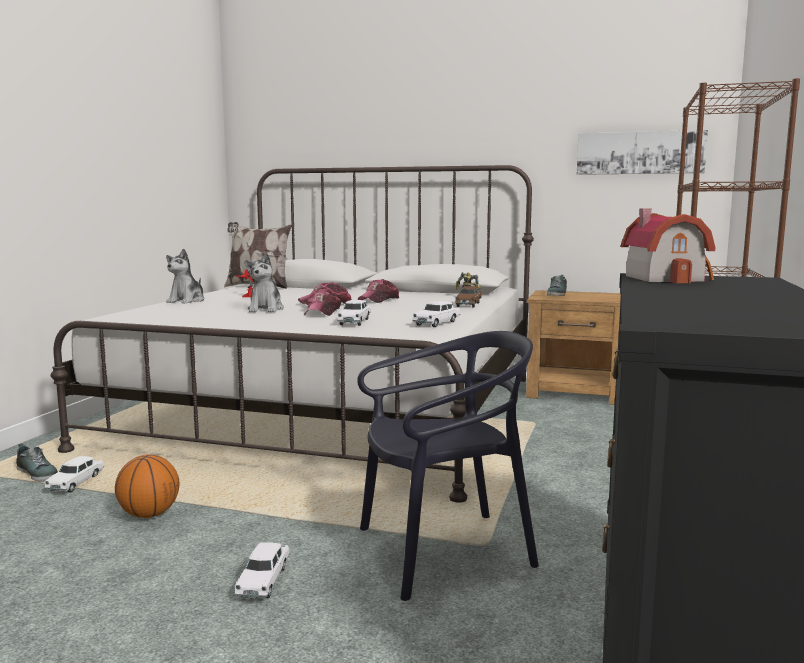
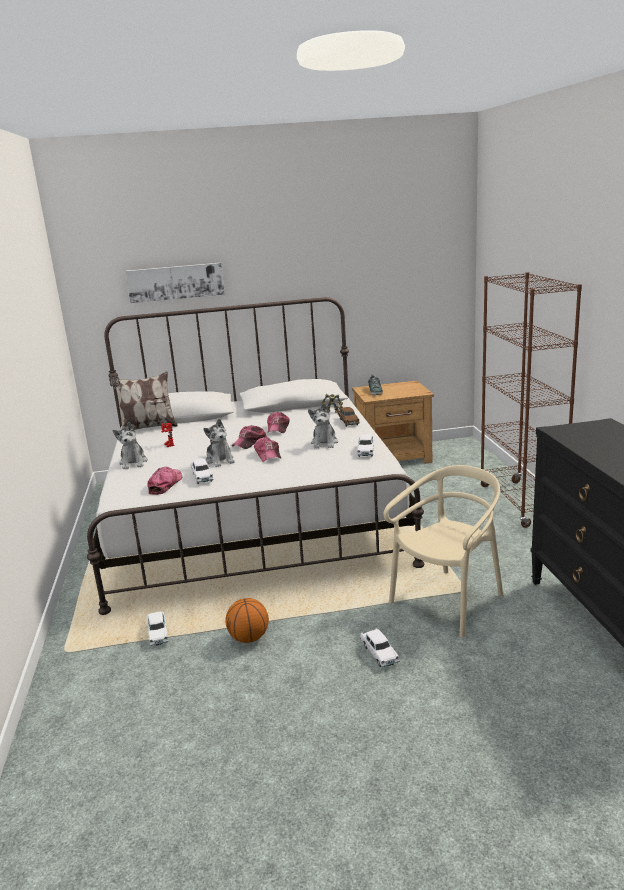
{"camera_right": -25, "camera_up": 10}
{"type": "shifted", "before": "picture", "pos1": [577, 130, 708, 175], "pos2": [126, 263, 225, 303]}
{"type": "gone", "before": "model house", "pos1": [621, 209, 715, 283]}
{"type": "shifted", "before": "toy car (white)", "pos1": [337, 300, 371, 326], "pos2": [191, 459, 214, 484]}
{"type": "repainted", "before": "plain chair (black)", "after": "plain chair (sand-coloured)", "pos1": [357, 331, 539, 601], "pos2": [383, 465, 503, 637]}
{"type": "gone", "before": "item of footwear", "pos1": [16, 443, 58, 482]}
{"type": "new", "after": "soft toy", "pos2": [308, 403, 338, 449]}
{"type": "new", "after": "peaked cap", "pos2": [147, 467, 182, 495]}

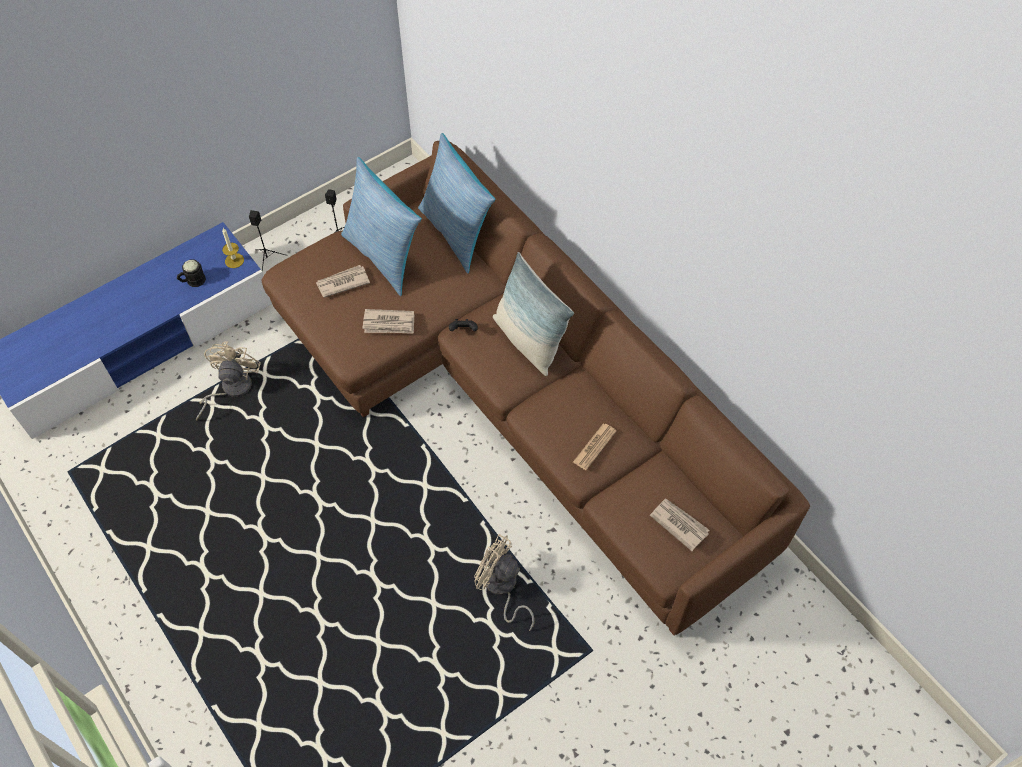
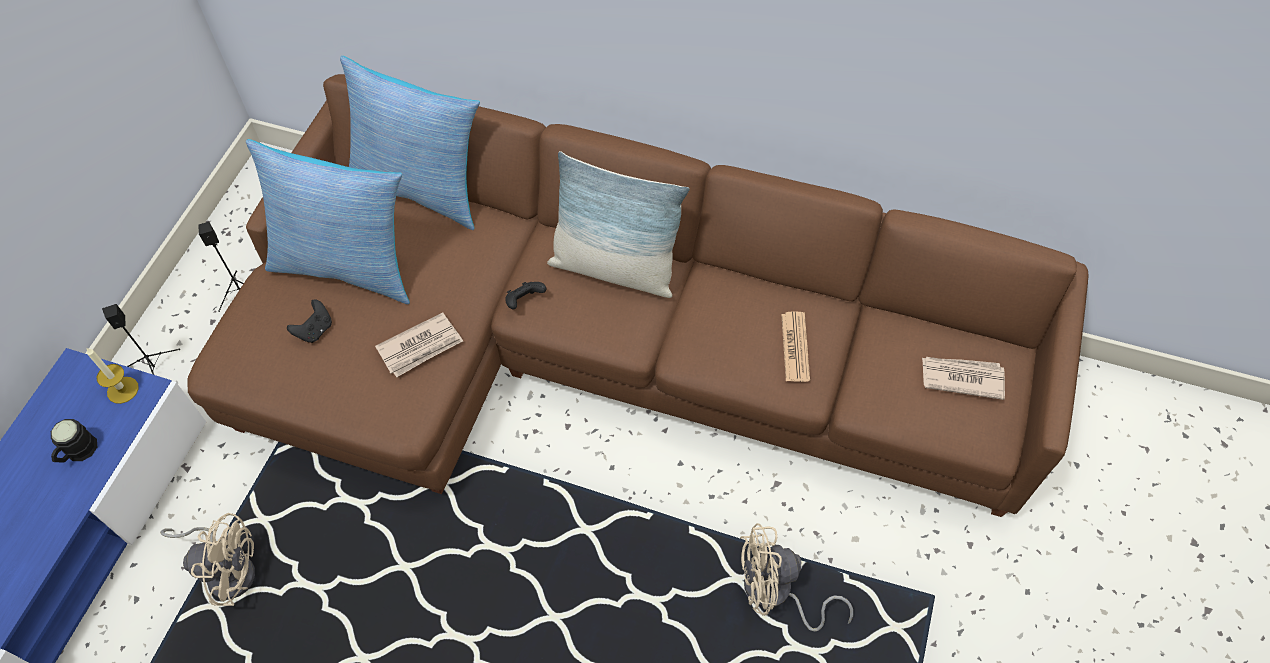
{"camera_right": -35, "camera_up": 0}
{"type": "swapped", "before": "printed paper", "after": "joypad (black)", "pos1": [316, 265, 370, 298], "pos2": [287, 299, 332, 343]}
{"type": "rotated", "before": "cooling fan (sand-coloured)", "pos1": [196, 341, 261, 421], "pos2": [160, 513, 255, 606], "turn": 120}

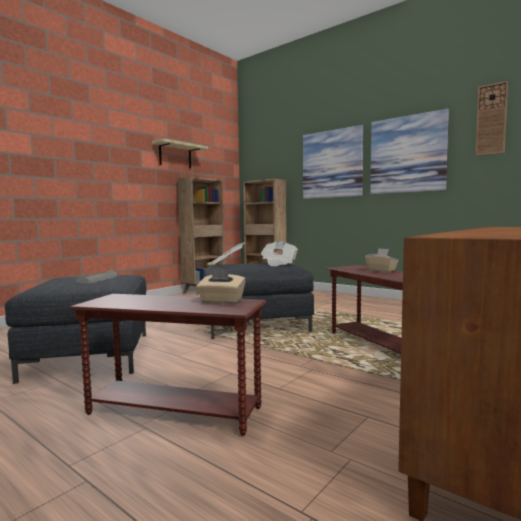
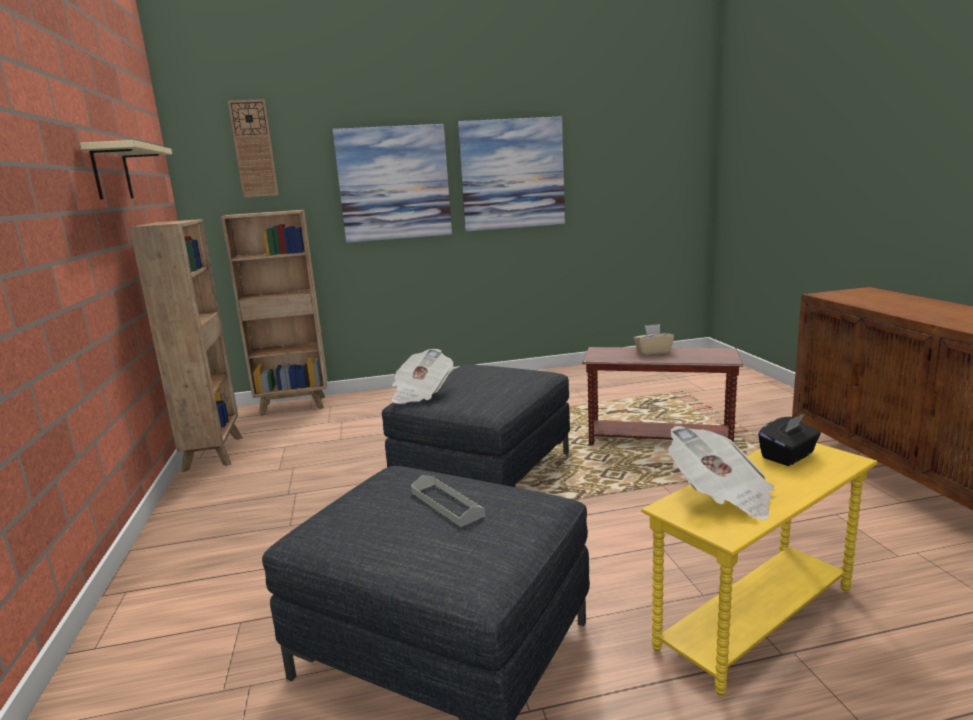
{"camera_right": -50, "camera_up": 10}
{"type": "shifted", "before": "wall clock", "pos1": [475, 81, 508, 156], "pos2": [228, 99, 279, 198]}
{"type": "shifted", "before": "printed paper", "pos1": [261, 241, 298, 266], "pos2": [668, 426, 774, 520]}
{"type": "repainted", "before": "tissue holder (sand-coloured)", "after": "tissue holder (black)", "pos1": [196, 268, 246, 304], "pos2": [758, 414, 821, 466]}
{"type": "repainted", "before": "accent table (brown-coloured)", "after": "accent table (yellowish)", "pos1": [69, 294, 267, 436], "pos2": [641, 443, 878, 696]}

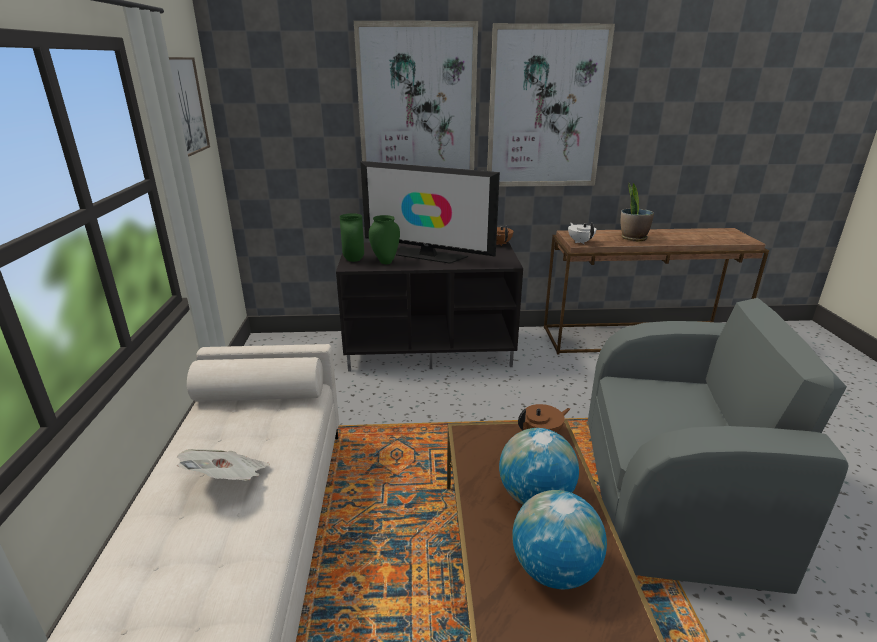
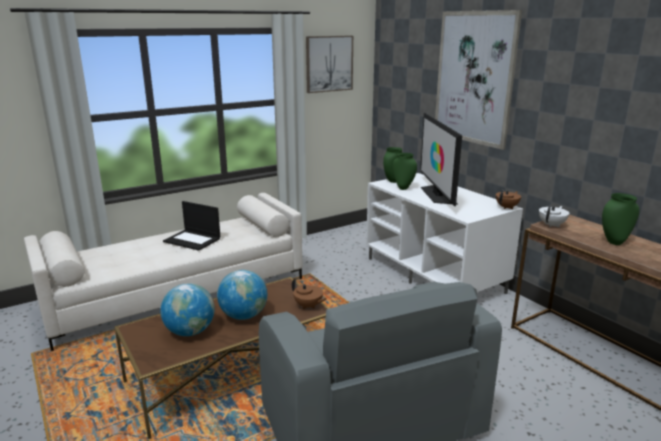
{"camera_right": 60, "camera_up": -5}
{"type": "gone", "before": "picture", "pos1": [487, 23, 615, 187]}
{"type": "swapped", "before": "plant in a pot", "after": "decorative vase (green)", "pos1": [621, 183, 654, 241], "pos2": [602, 193, 640, 245]}
{"type": "repainted", "before": "tv stand (black)", "after": "tv stand (white)", "pos1": [336, 242, 523, 371], "pos2": [366, 173, 523, 294]}
{"type": "swapped", "before": "printed paper", "after": "notebook computer", "pos1": [176, 449, 270, 481], "pos2": [163, 201, 220, 251]}

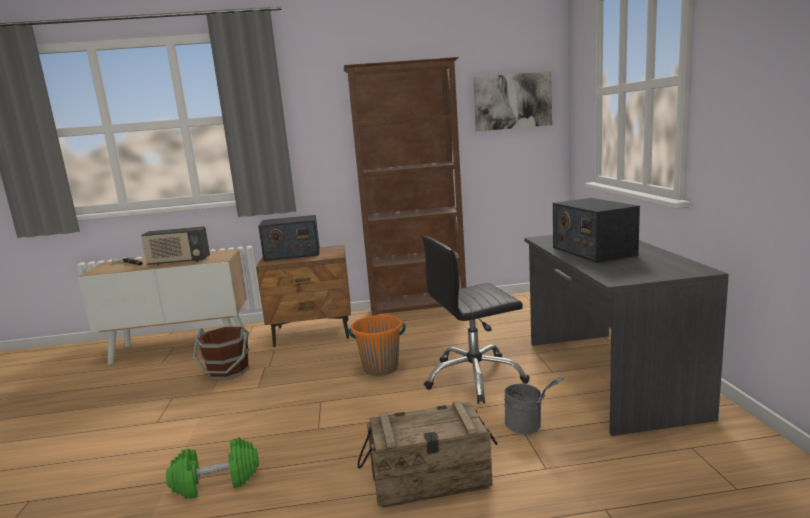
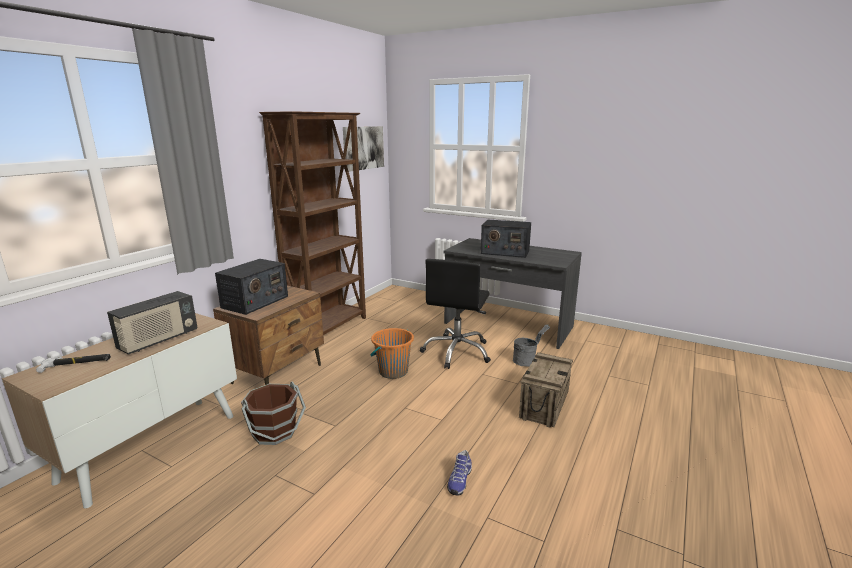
{"camera_right": -55, "camera_up": 5}
{"type": "swapped", "before": "dumbbell (green)", "after": "item of footwear", "pos1": [166, 437, 259, 499], "pos2": [447, 450, 472, 495]}

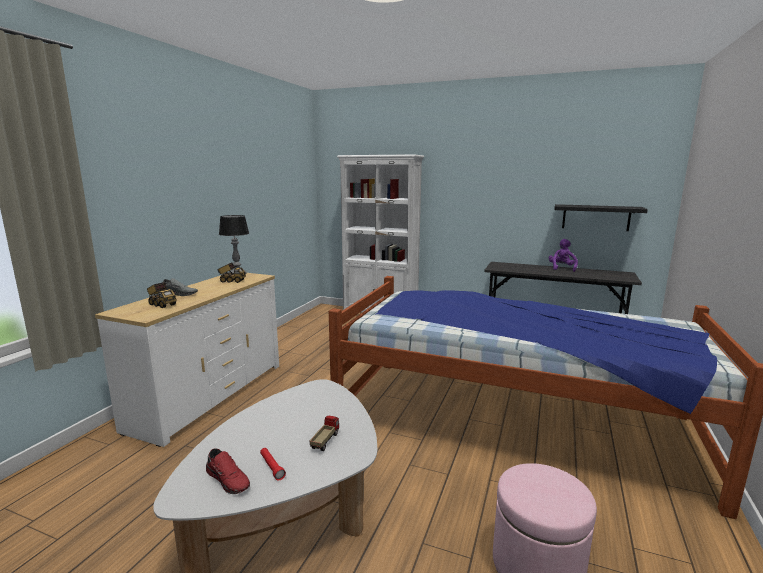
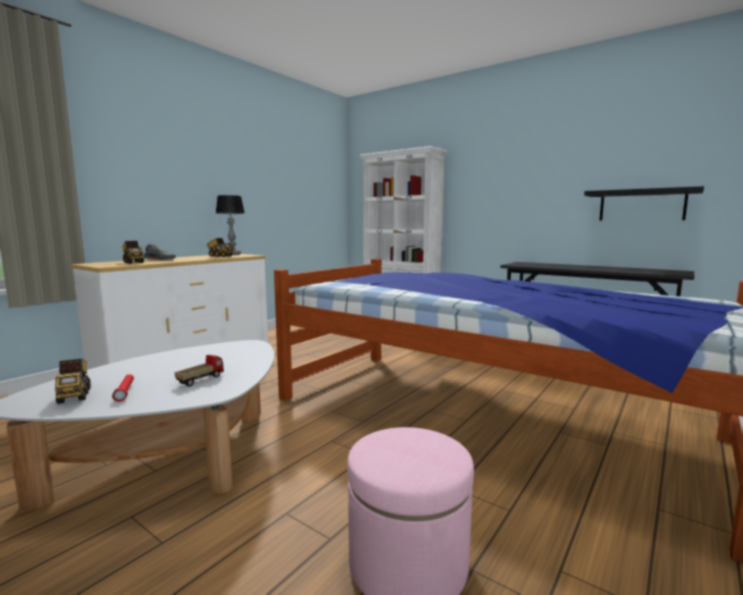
{"camera_right": 15, "camera_up": -5}
{"type": "gone", "before": "soft toy (purple)", "pos1": [549, 239, 578, 272]}
{"type": "swapped", "before": "item of footwear (red)", "after": "toy lorry", "pos1": [206, 448, 250, 494], "pos2": [55, 359, 91, 404]}

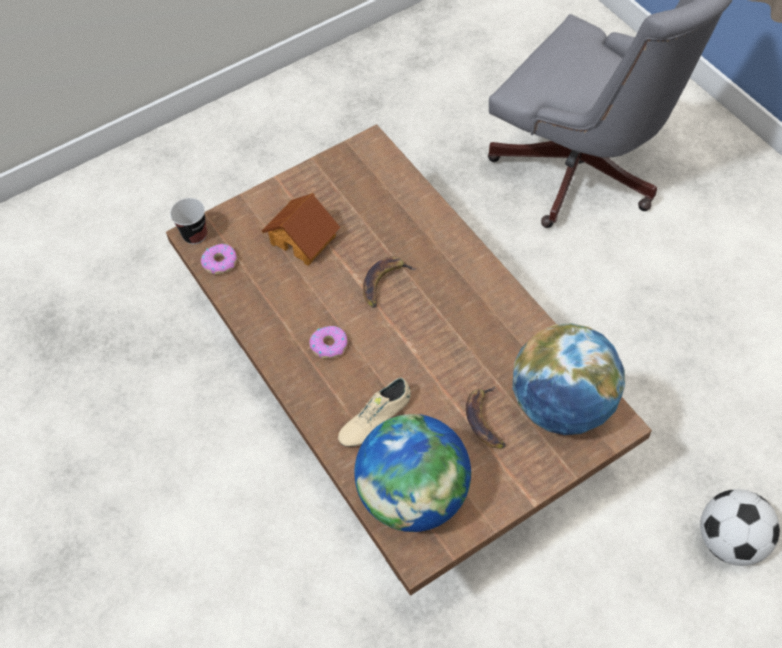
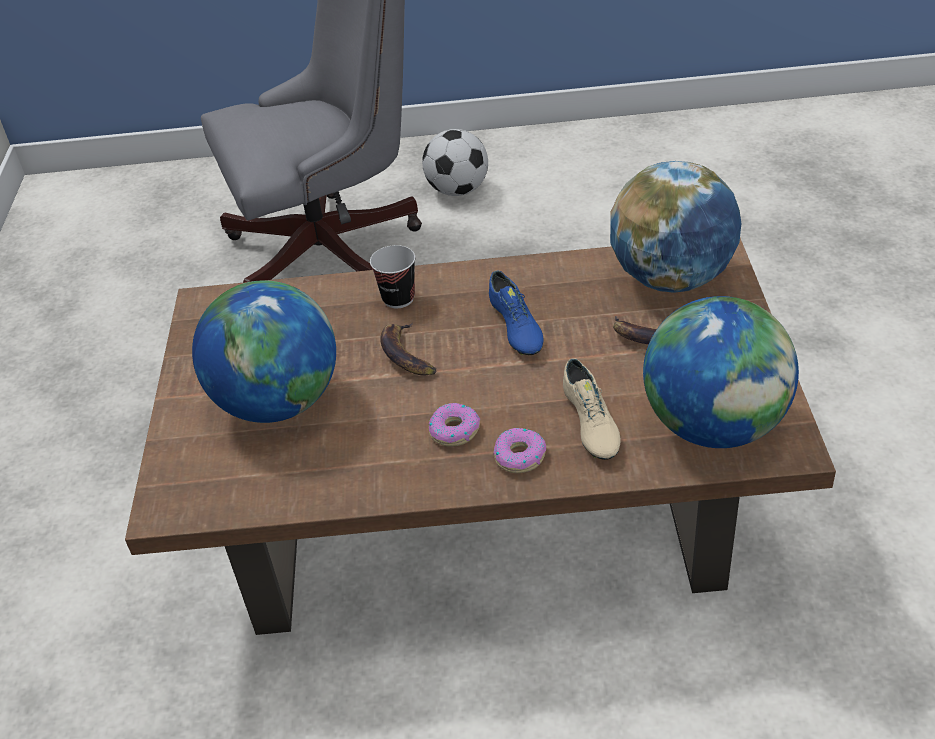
{"camera_right": -60, "camera_up": -15}
{"type": "swapped", "before": "model house", "after": "globe", "pos1": [262, 193, 340, 266], "pos2": [192, 280, 336, 423]}
{"type": "shifted", "before": "cup", "pos1": [170, 198, 207, 244], "pos2": [370, 245, 415, 308]}
{"type": "shifted", "before": "doughnut", "pos1": [201, 244, 237, 274], "pos2": [493, 428, 546, 473]}
{"type": "shifted", "before": "football ball", "pos1": [700, 489, 780, 566], "pos2": [422, 129, 488, 196]}
{"type": "new", "after": "item of footwear (bluish)", "pos2": [489, 270, 543, 355]}

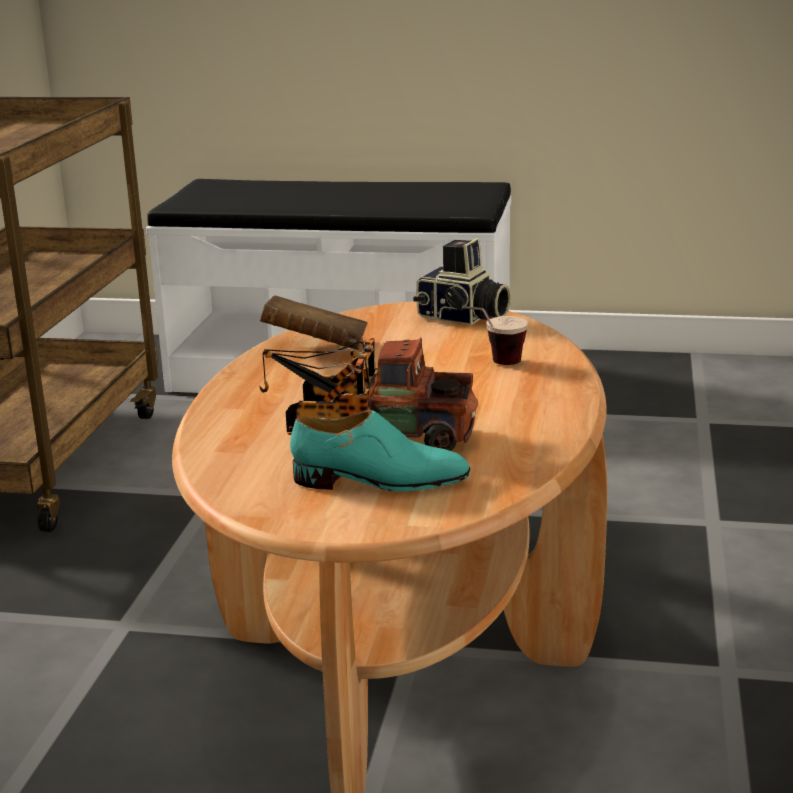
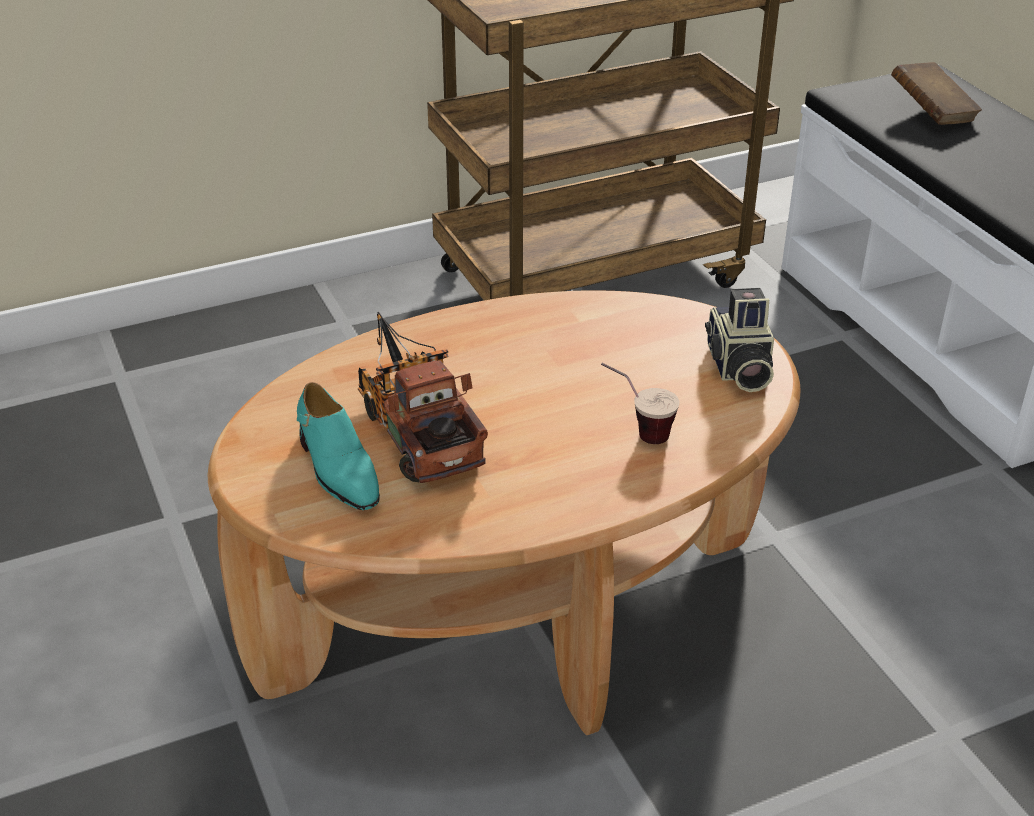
{"camera_right": 55, "camera_up": 15}
{"type": "shifted", "before": "bound book (brown-coloured)", "pos1": [260, 295, 368, 350], "pos2": [891, 62, 982, 125]}

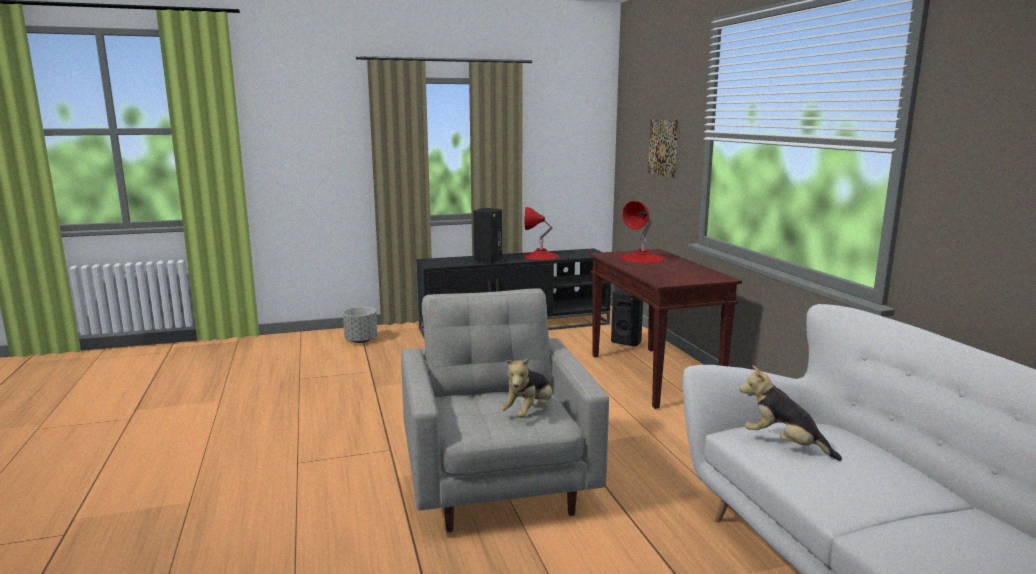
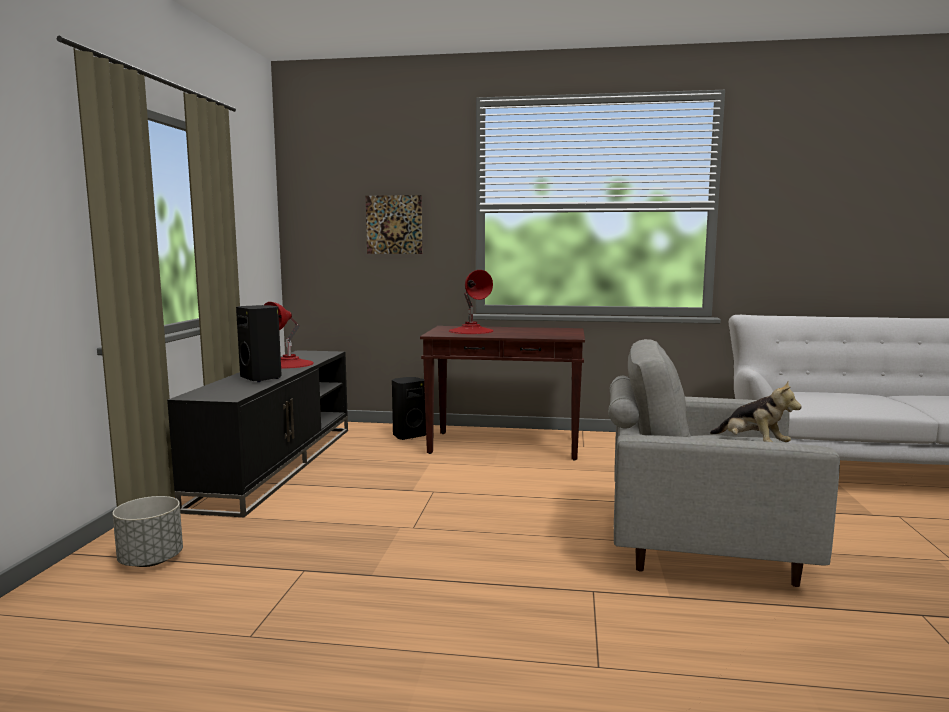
{"camera_right": -65, "camera_up": -5}
{"type": "gone", "before": "soft toy", "pos1": [740, 365, 842, 461]}

